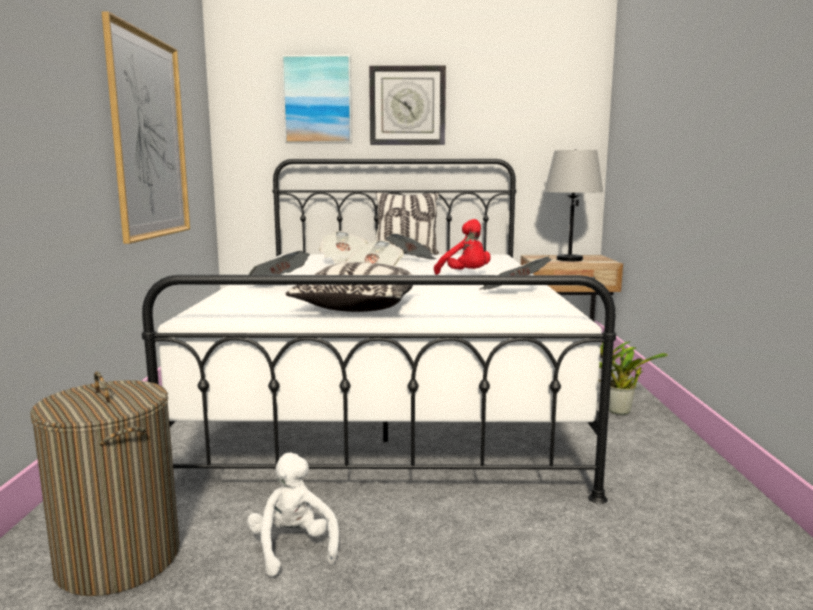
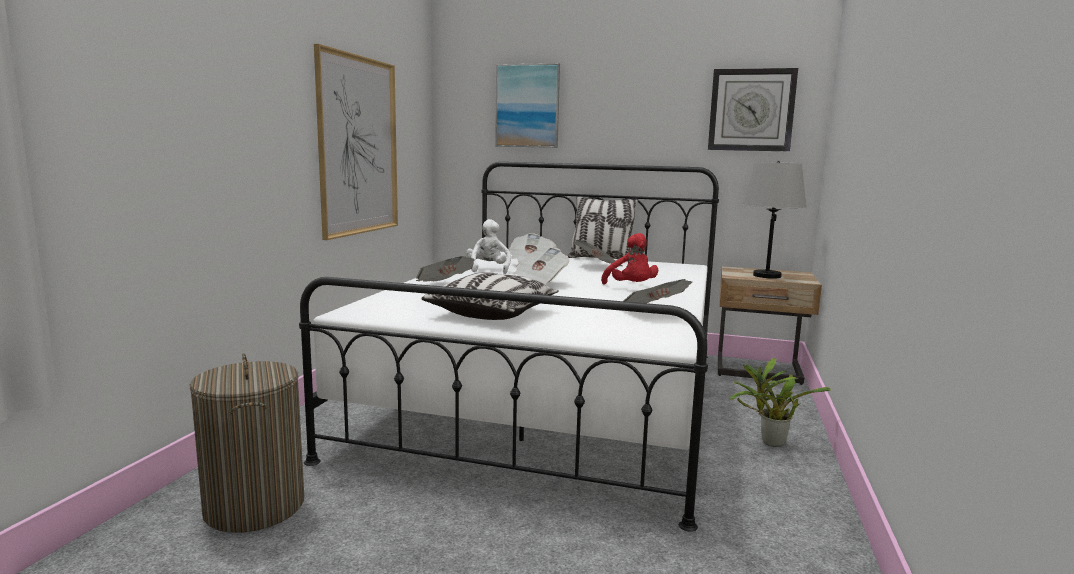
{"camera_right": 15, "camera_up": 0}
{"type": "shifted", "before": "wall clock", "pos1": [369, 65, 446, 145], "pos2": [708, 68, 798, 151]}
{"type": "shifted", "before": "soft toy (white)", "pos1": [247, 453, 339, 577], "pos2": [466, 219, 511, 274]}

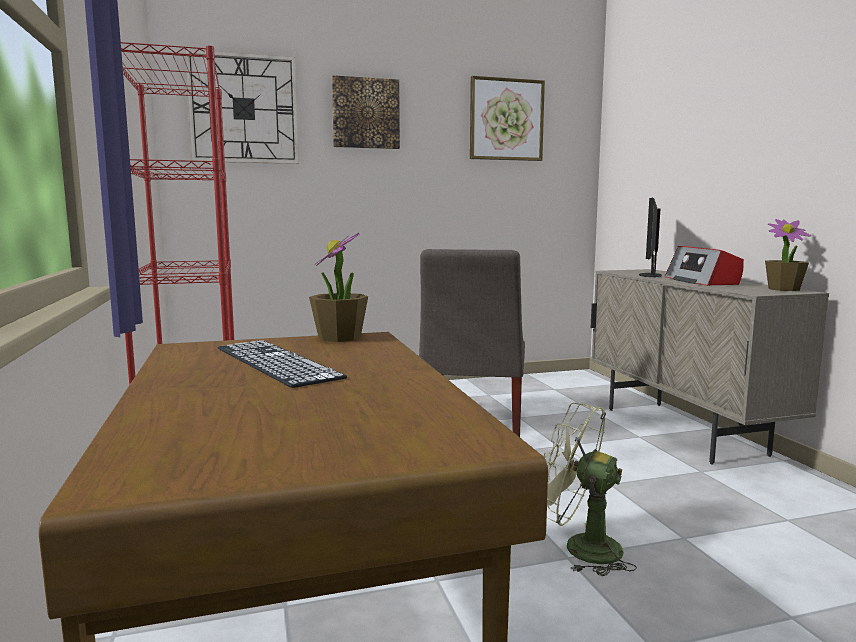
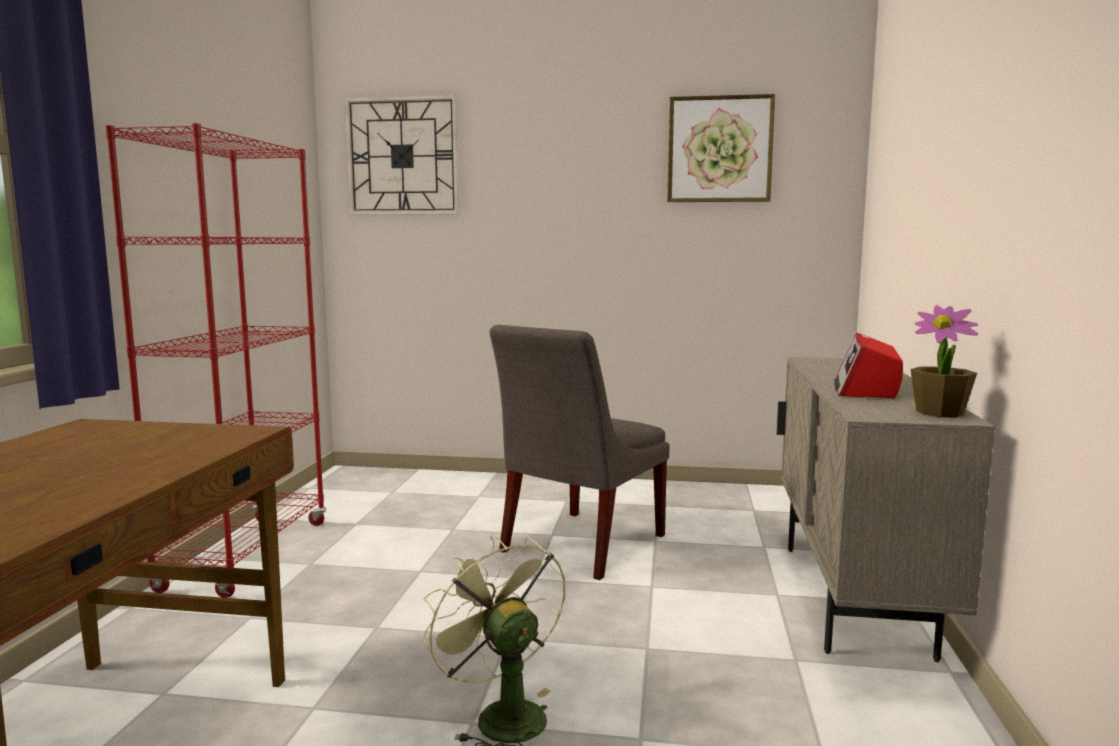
{"camera_right": 25, "camera_up": 0}
{"type": "gone", "before": "picture", "pos1": [332, 75, 400, 149]}
{"type": "gone", "before": "monitor", "pos1": [639, 198, 662, 278]}
{"type": "gone", "before": "plant in a pot", "pos1": [309, 233, 368, 342]}
{"type": "gone", "before": "computer keyboard", "pos1": [218, 340, 347, 388]}

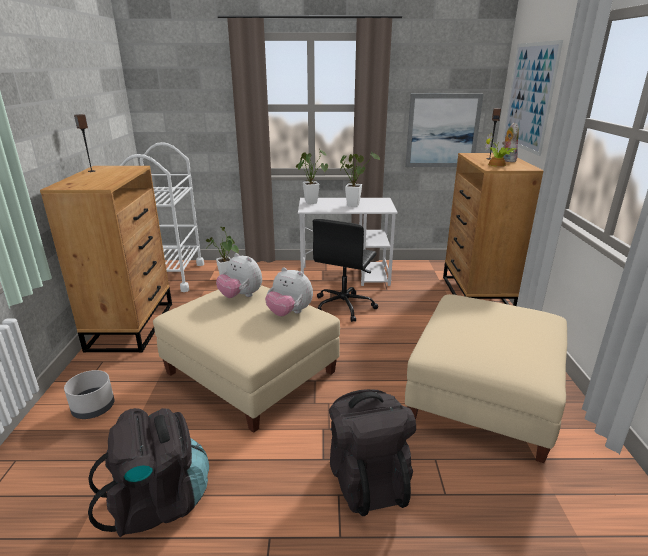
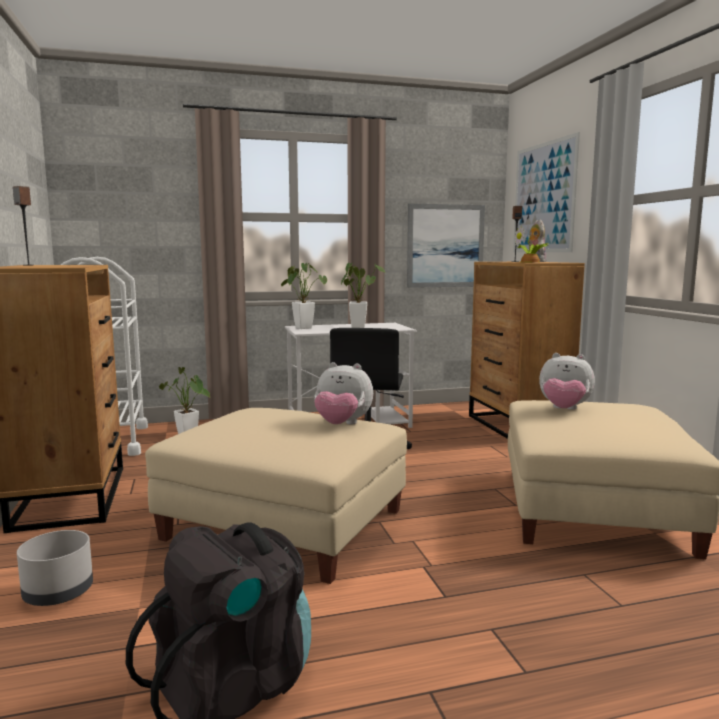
{"camera_right": -15, "camera_up": -15}
{"type": "shifted", "before": "soft toy", "pos1": [216, 253, 262, 298], "pos2": [539, 353, 595, 410]}
{"type": "gone", "before": "knapsack (black)", "pos1": [329, 389, 416, 516]}

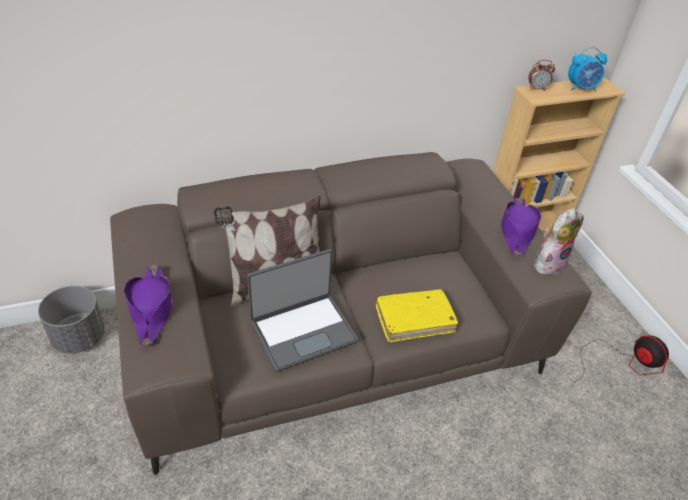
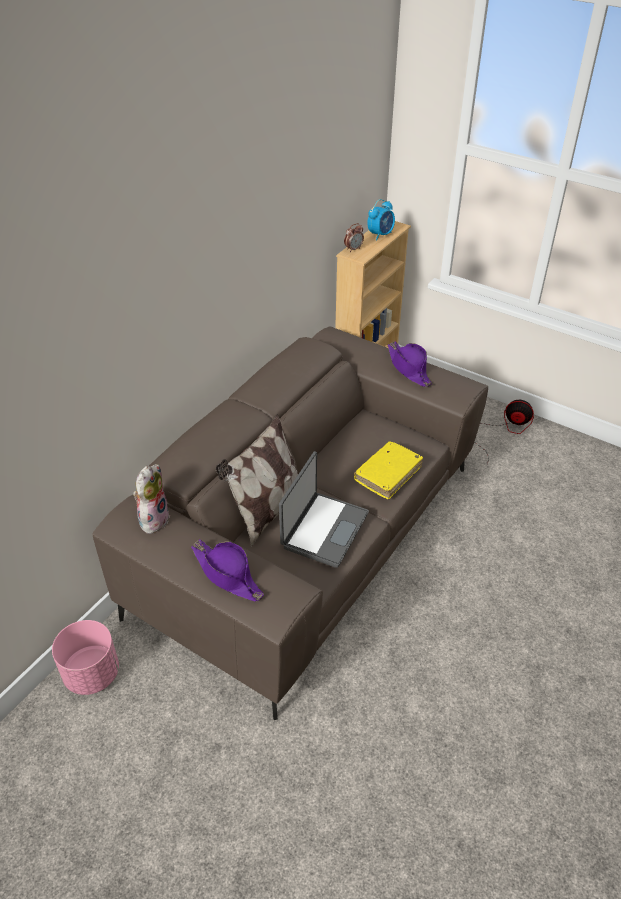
{"camera_right": -35, "camera_up": 0}
{"type": "shifted", "before": "soft toy", "pos1": [534, 208, 584, 275], "pos2": [133, 464, 170, 534]}
{"type": "repainted", "before": "planter (gray)", "after": "planter (pinkish)", "pos1": [38, 286, 105, 353], "pos2": [52, 620, 119, 695]}

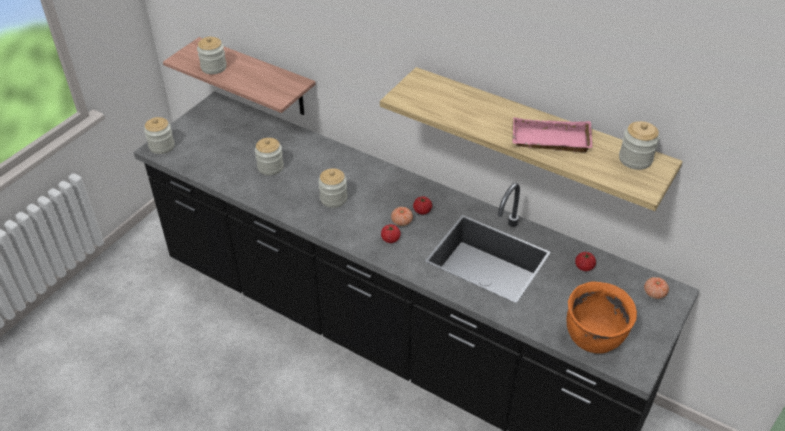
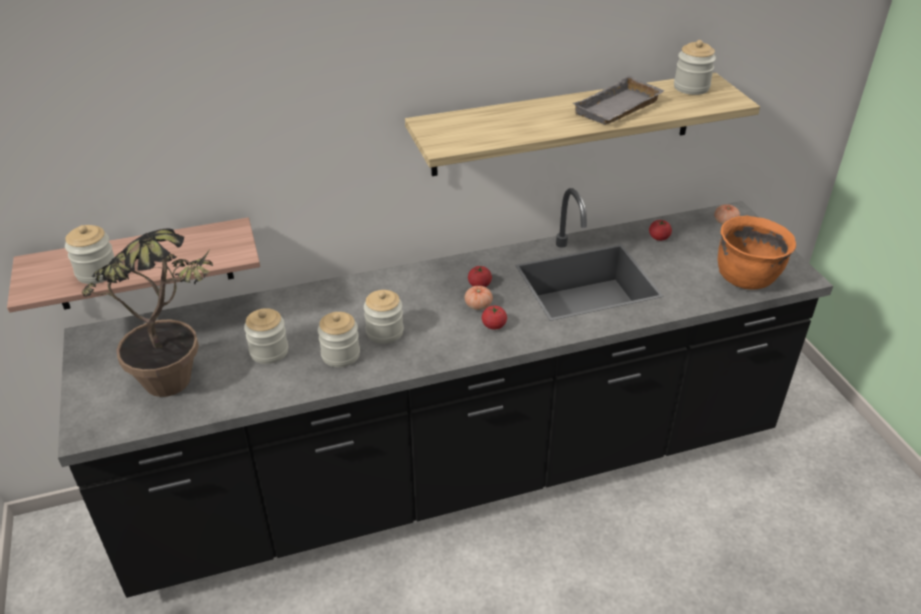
{"camera_right": -50, "camera_up": -5}
{"type": "shifted", "before": "storage jar", "pos1": [144, 117, 175, 154], "pos2": [318, 312, 360, 367]}
{"type": "repainted", "before": "serving tray (pinkish)", "after": "serving tray (gray)", "pos1": [512, 117, 593, 152], "pos2": [572, 75, 665, 125]}
{"type": "new", "after": "plant in a pot", "pos2": [82, 229, 213, 397]}

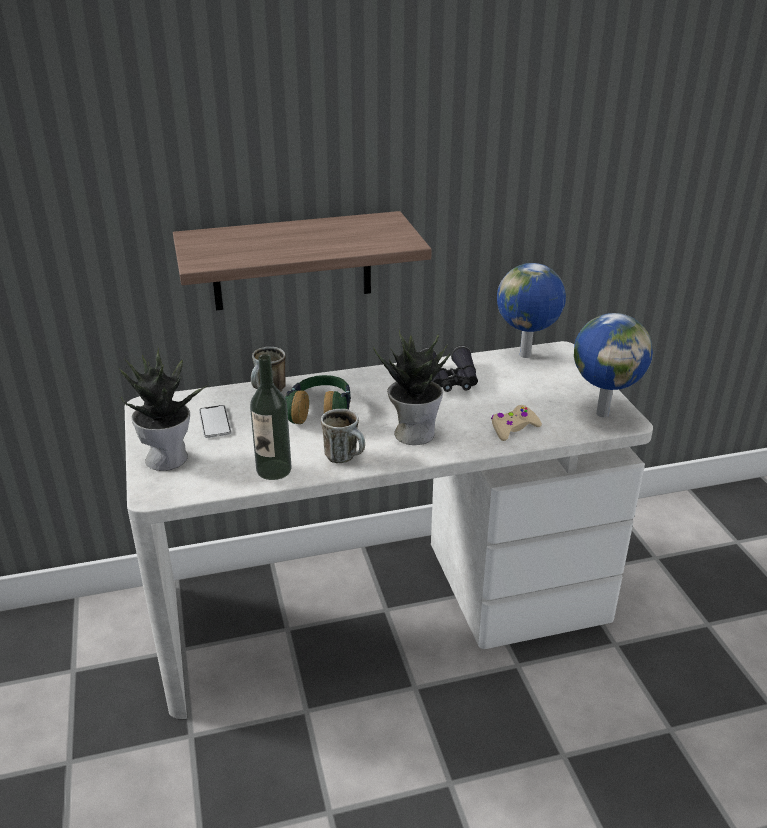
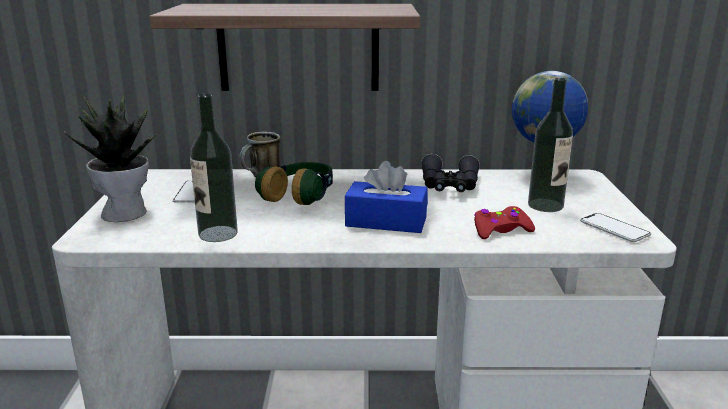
{"camera_right": 15, "camera_up": -10}
{"type": "swapped", "before": "globe", "after": "handset", "pos1": [574, 313, 653, 417], "pos2": [580, 213, 651, 242]}
{"type": "swapped", "before": "plant in a pot", "after": "tissue holder (bluish)", "pos1": [373, 330, 450, 445], "pos2": [345, 161, 428, 233]}
{"type": "repainted", "before": "joypad (sand-coloured)", "after": "joypad (red)", "pos1": [491, 405, 542, 441], "pos2": [474, 206, 535, 239]}
{"type": "gone", "before": "mug", "pos1": [321, 409, 365, 463]}
{"type": "new", "after": "beverage bottle", "pos2": [528, 78, 573, 212]}

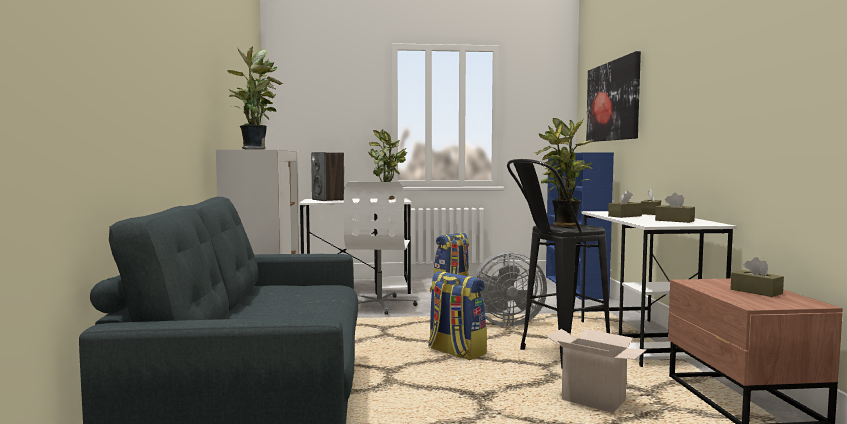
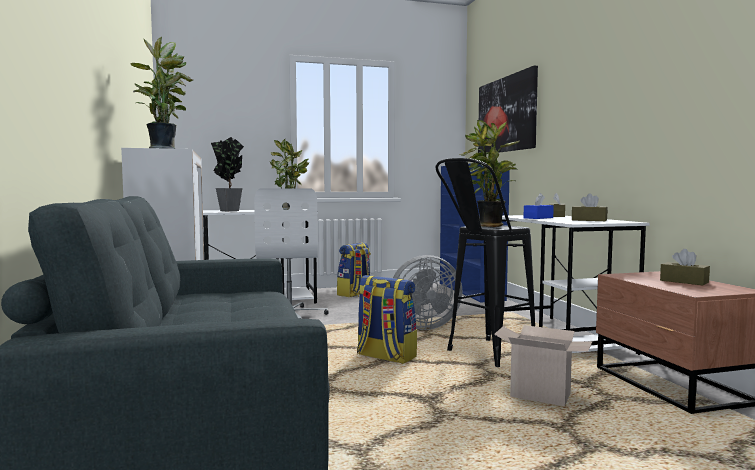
{"camera_right": -10, "camera_up": 0}
{"type": "swapped", "before": "speaker", "after": "plant in a pot", "pos1": [311, 152, 344, 201], "pos2": [211, 137, 244, 211]}
{"type": "repainted", "before": "tissue holder (brown-coloured)", "after": "tissue holder (bluish)", "pos1": [608, 190, 642, 218], "pos2": [524, 193, 554, 219]}

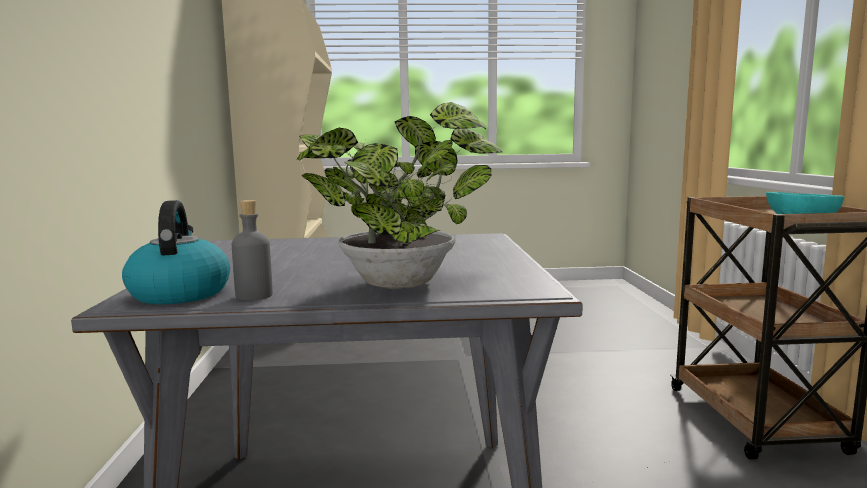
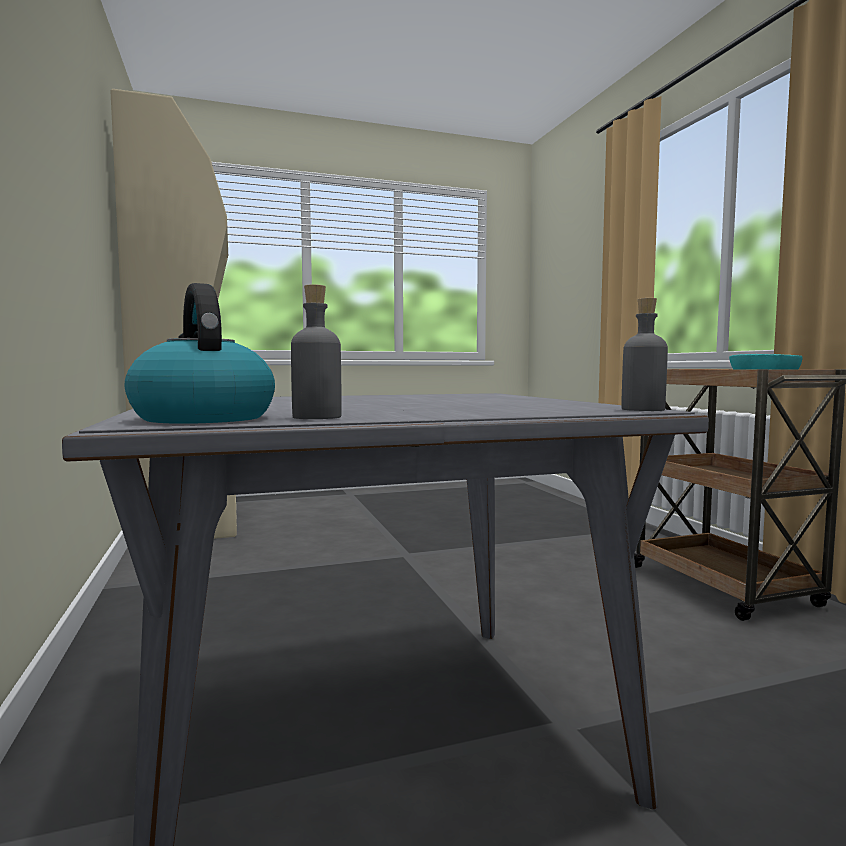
{"camera_right": -15, "camera_up": -5}
{"type": "gone", "before": "plant in a pot", "pos1": [297, 102, 502, 289]}
{"type": "new", "after": "beverage bottle (gray)", "pos2": [622, 298, 668, 411]}

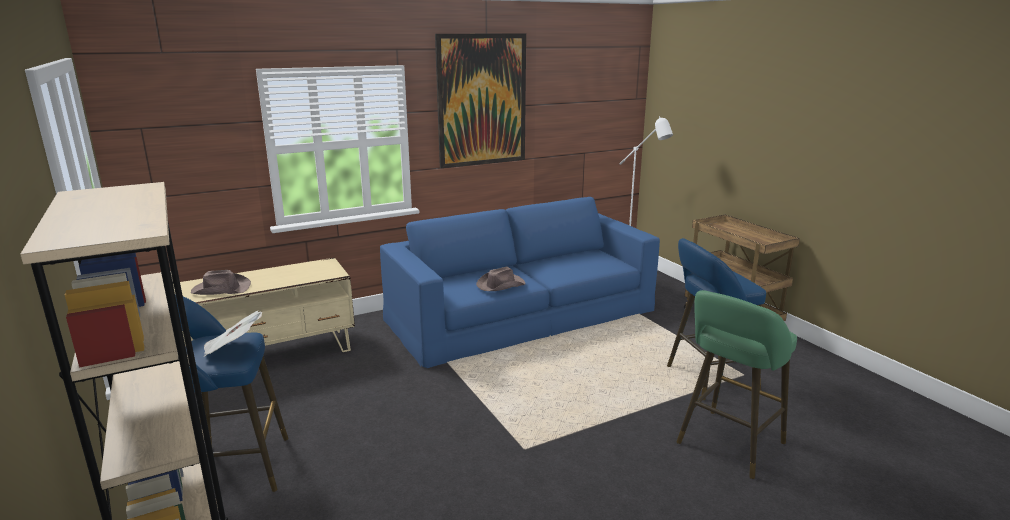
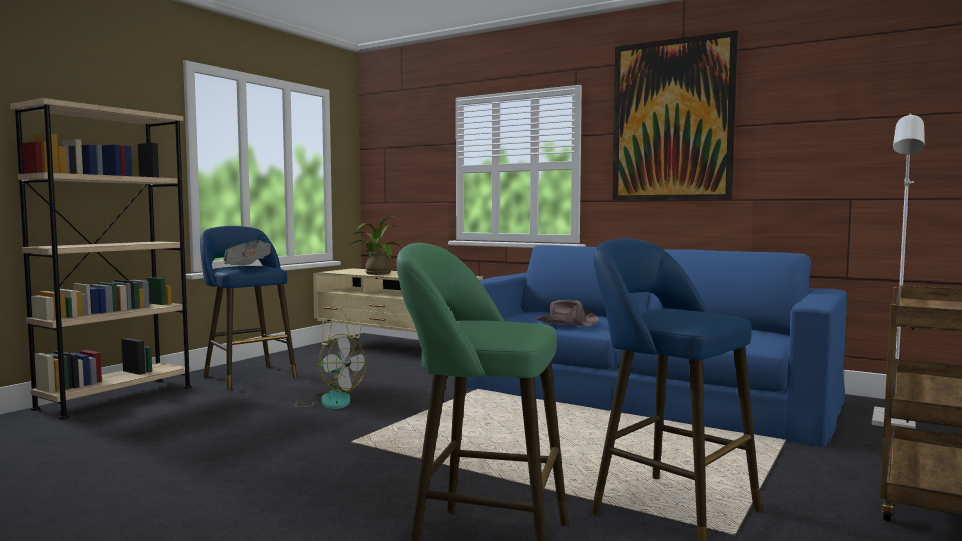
{"camera_right": 60, "camera_up": -15}
{"type": "swapped", "before": "clothing hat (brown-coloured)", "after": "plant in a pot", "pos1": [191, 270, 251, 295], "pos2": [349, 216, 402, 275]}
{"type": "new", "after": "cooling fan", "pos2": [295, 334, 366, 409]}

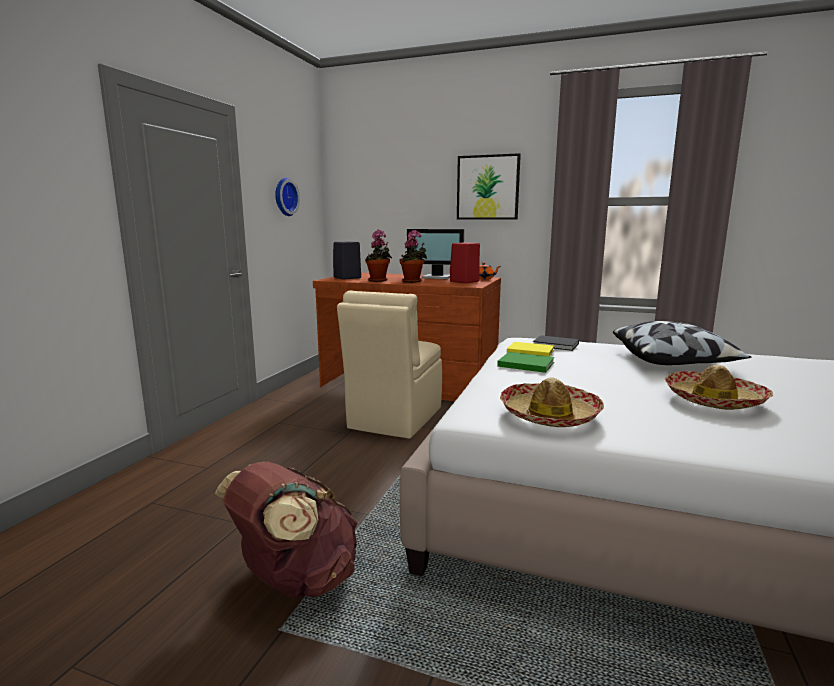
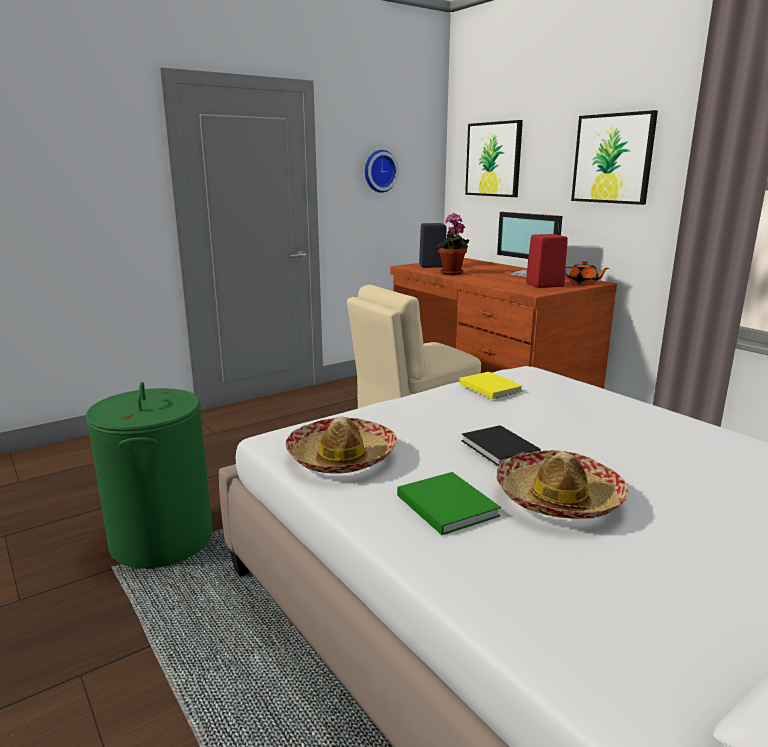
{"camera_right": 35, "camera_up": 5}
{"type": "gone", "before": "plant in a pot", "pos1": [400, 230, 427, 283]}
{"type": "gone", "before": "pillow", "pos1": [613, 321, 751, 365]}
{"type": "shifted", "before": "bound book (black)", "pos1": [533, 335, 579, 351], "pos2": [461, 425, 541, 466]}
{"type": "shifted", "before": "bound book (green)", "pos1": [497, 352, 555, 373], "pos2": [397, 472, 501, 535]}
{"type": "swapped", "before": "knapsack (brown-coloured)", "after": "washing basket (green)", "pos1": [215, 462, 357, 598], "pos2": [86, 382, 213, 568]}
{"type": "new", "after": "picture", "pos2": [465, 120, 523, 197]}

